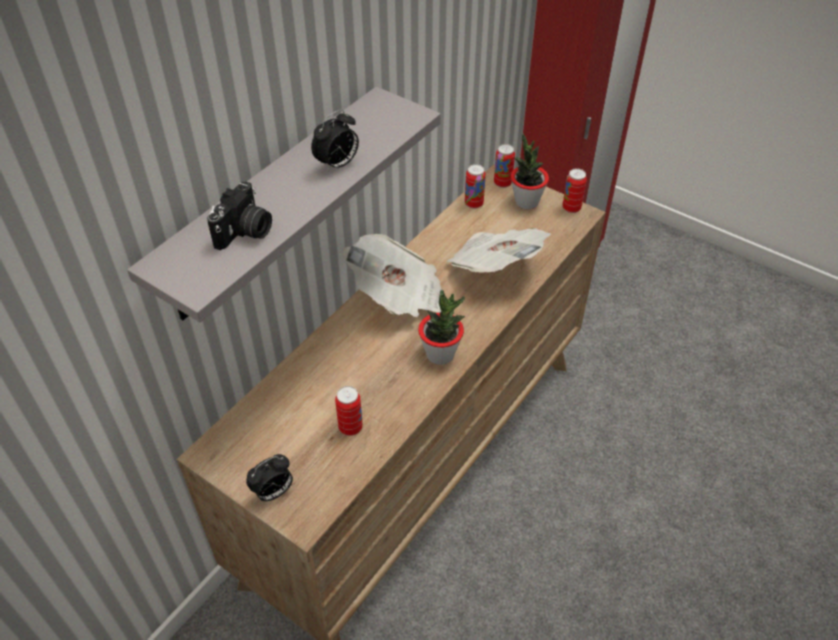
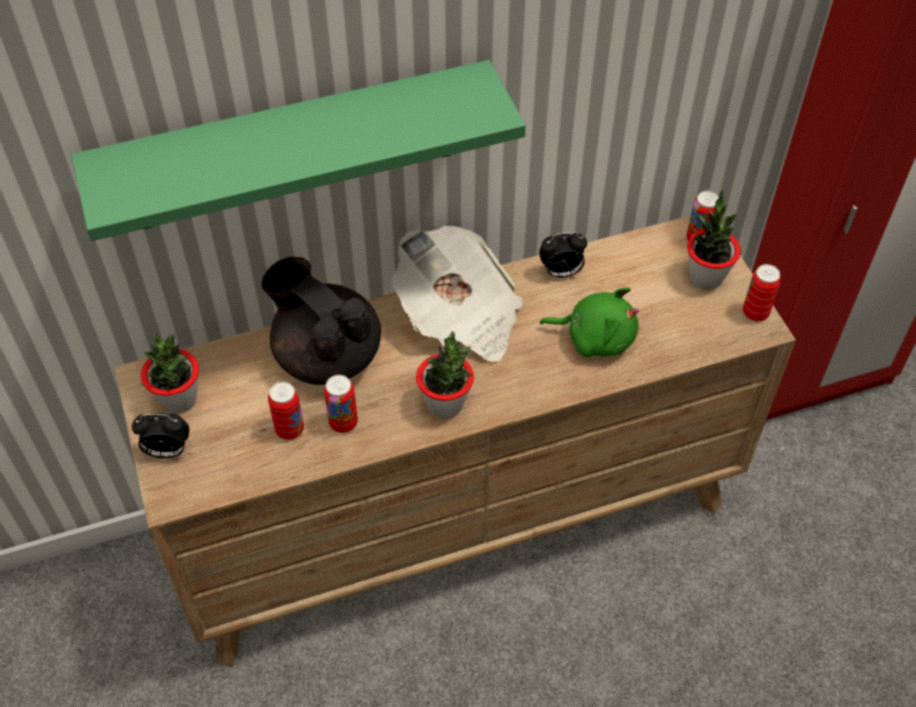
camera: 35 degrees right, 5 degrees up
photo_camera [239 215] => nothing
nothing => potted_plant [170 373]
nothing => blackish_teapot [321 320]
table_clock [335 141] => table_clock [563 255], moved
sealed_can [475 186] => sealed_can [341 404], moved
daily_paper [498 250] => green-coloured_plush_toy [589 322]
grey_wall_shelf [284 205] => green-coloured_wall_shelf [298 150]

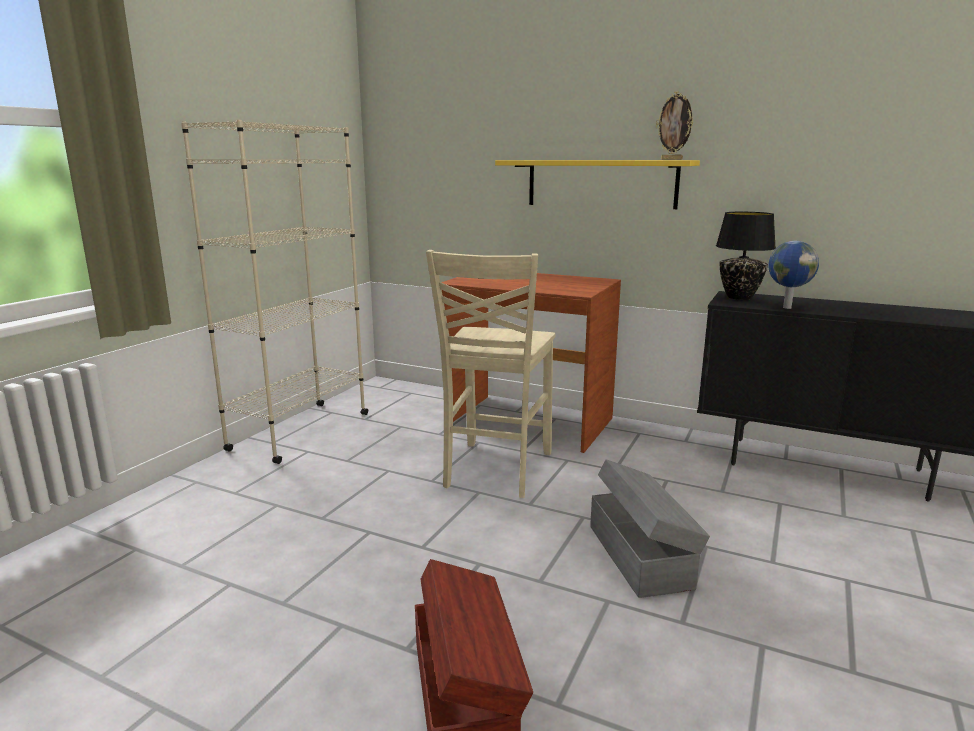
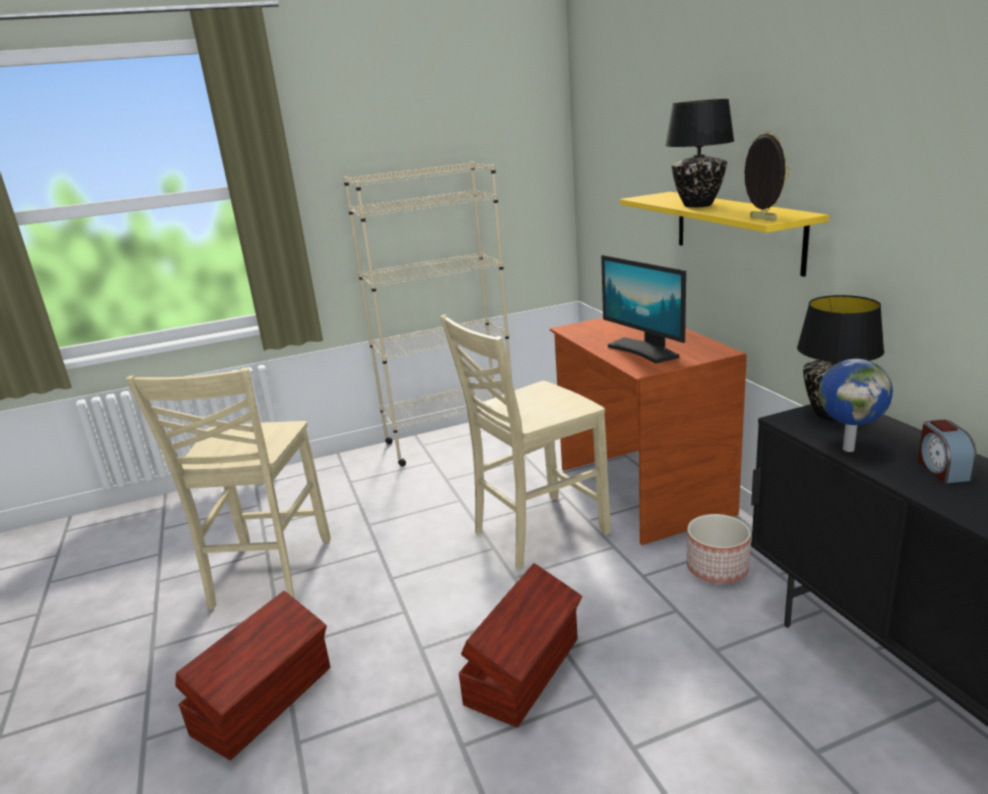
camera: 45 degrees right, 5 degrees up
nothing => beige-coloured_chair [228 488]
nothing => computer_display [643 309]
nothing => blackish_tabletop_lamp [699 153]
nothing => plant_pot [719 549]
nothing => table_clock [947 451]
grey_storage_container [650 528] => brown-coloured_storage_container [521 645]
photo_frame [675 125] => photo_frame [767 175], 150 degrees clockwise

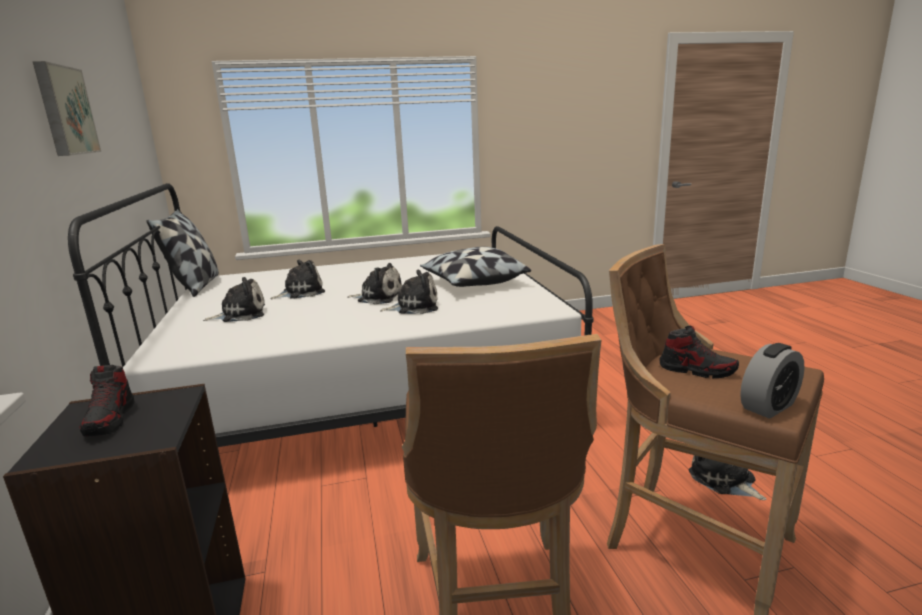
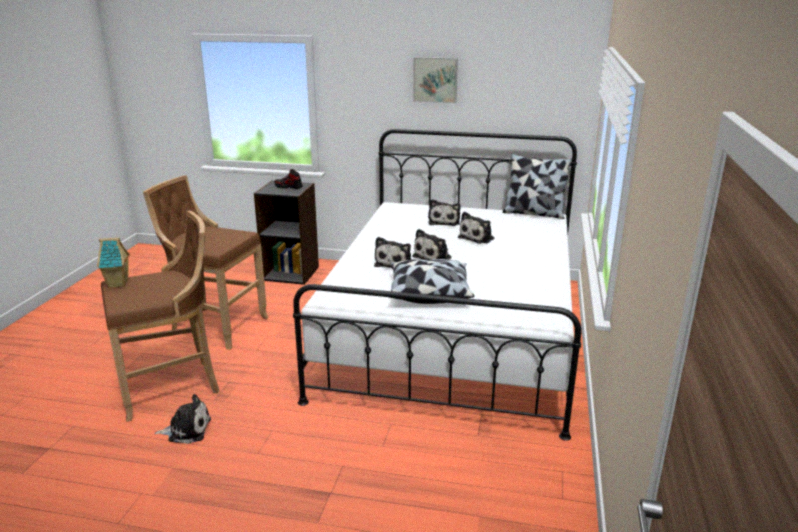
camera: 115 degrees right, 5 degrees up
item_of_footwear [699 352] => nothing
table_clock [772 381] => model_house [113 263]
plush_toy [298 279] => plush_toy [476 228], 45 degrees clockwise

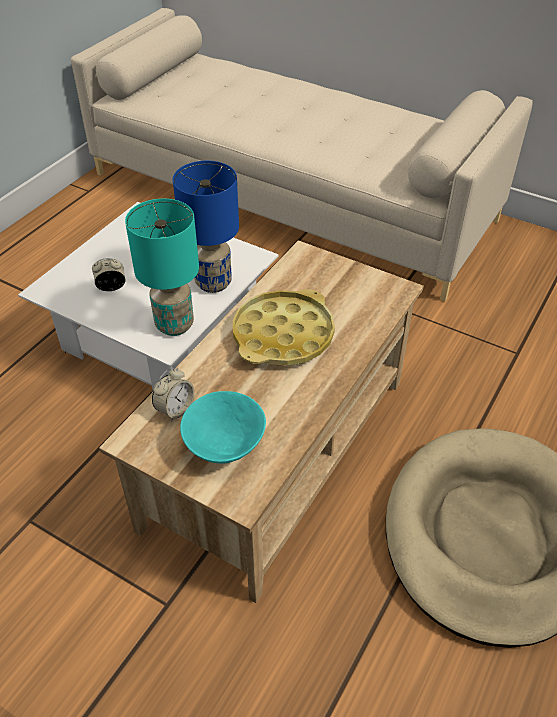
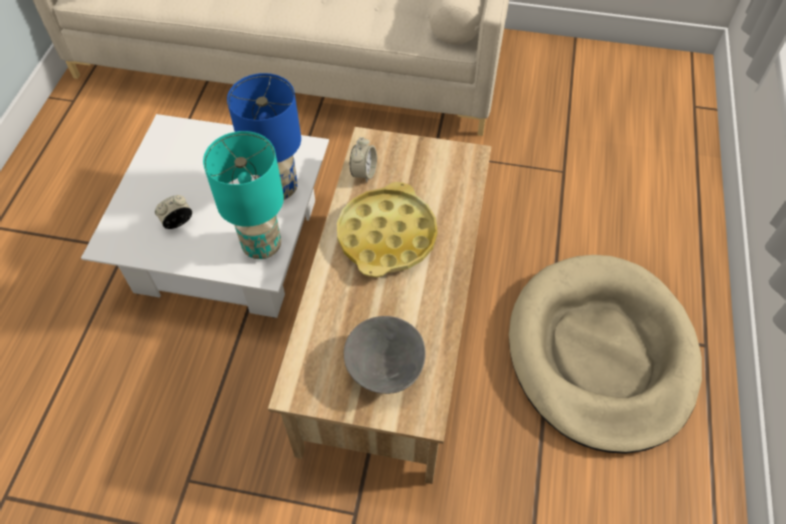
camera: 20 degrees left, 10 degrees up
table_clock [173 394] => table_clock [363 160], moved
turquoise-coloured_deep_dish [223 427] => grey_deep_dish [385 355]

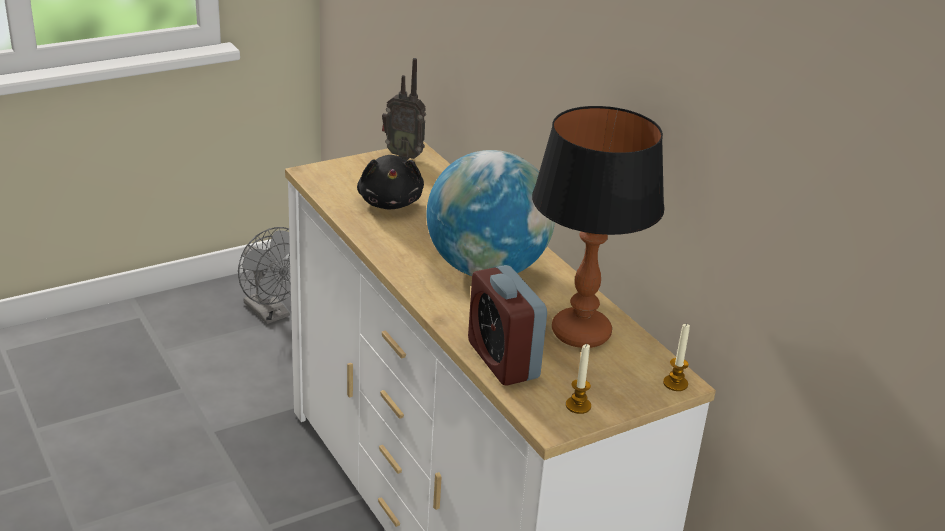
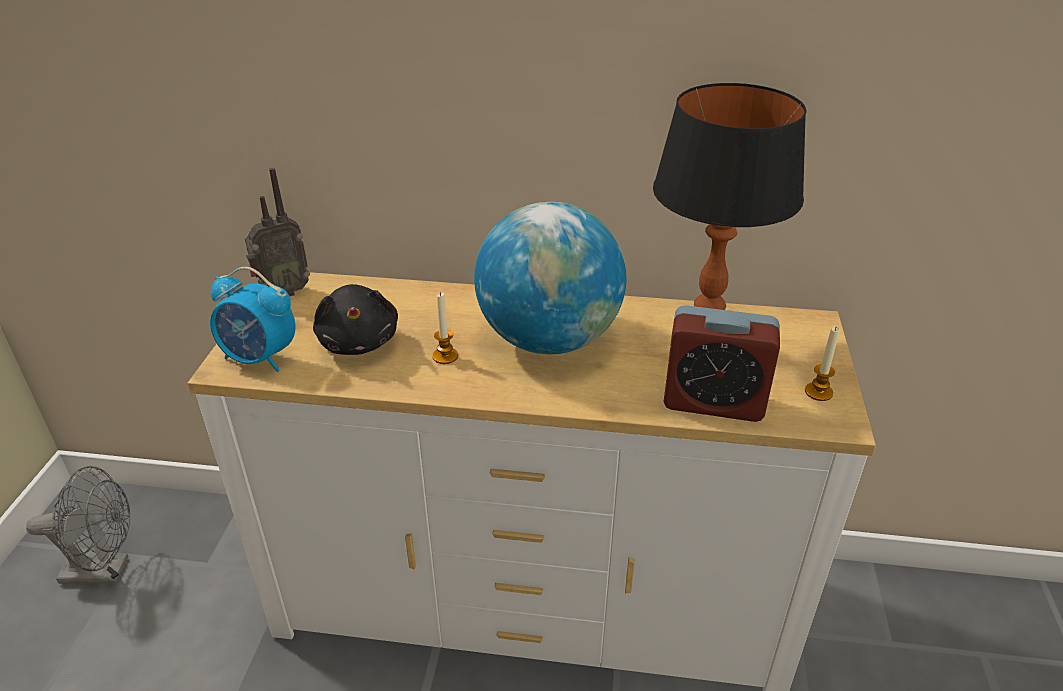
camera: 50 degrees left, 5 degrees up
nothing => table_clock [252 319]
wax_light [676 357] => wax_light [445 328], moved
blackish_plush_toy [390 182] => blackish_plush_toy [355 319], 45 degrees clockwise

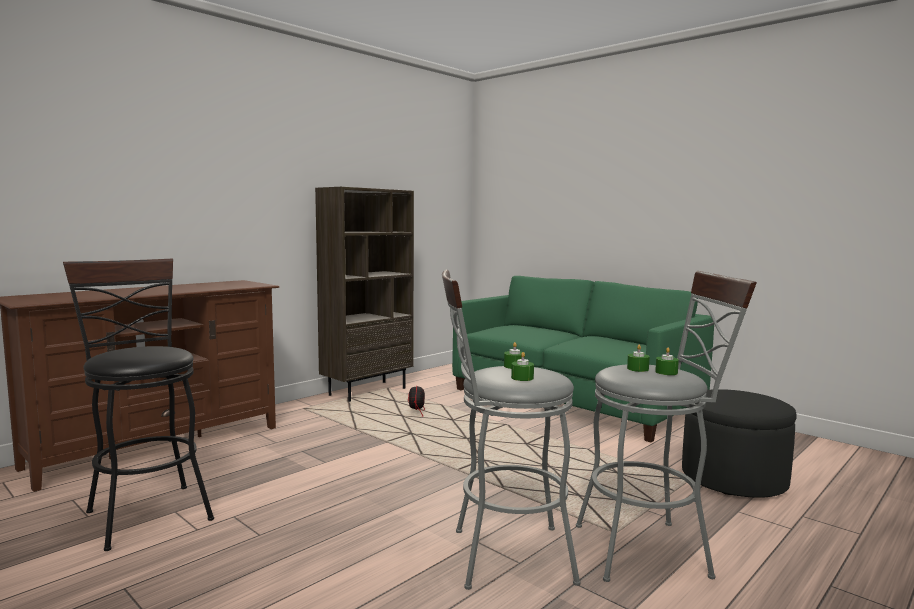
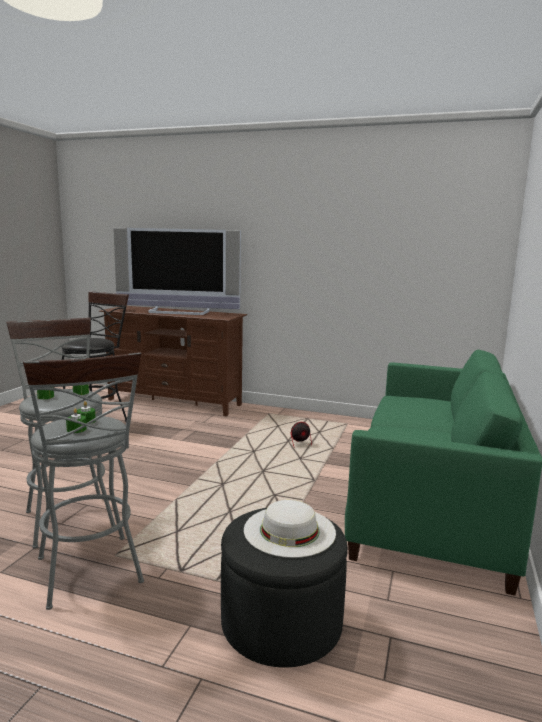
camera: 65 degrees right, 5 degrees up
brown-coloured_shelving_unit [364 294] => nothing
nothing => TV [177 271]
nothing => white_clothing_hat [290 529]

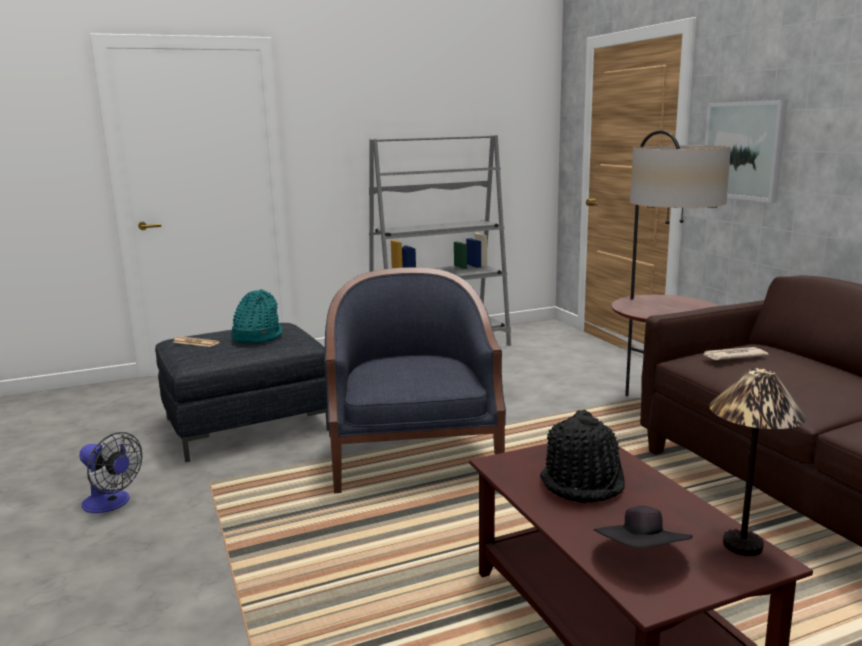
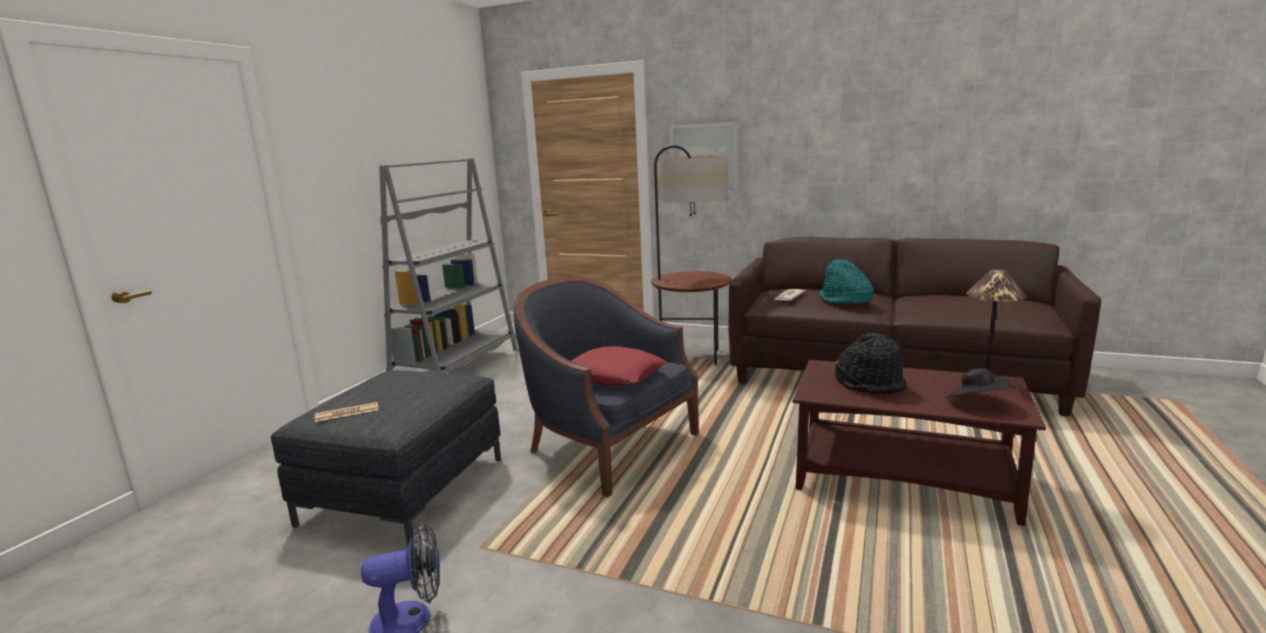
camera: 45 degrees left, 0 degrees up
nothing => red_pillow [619 366]
turquoise-coloured_clothing_hat [257 316] => turquoise-coloured_clothing_hat [846 281], moved

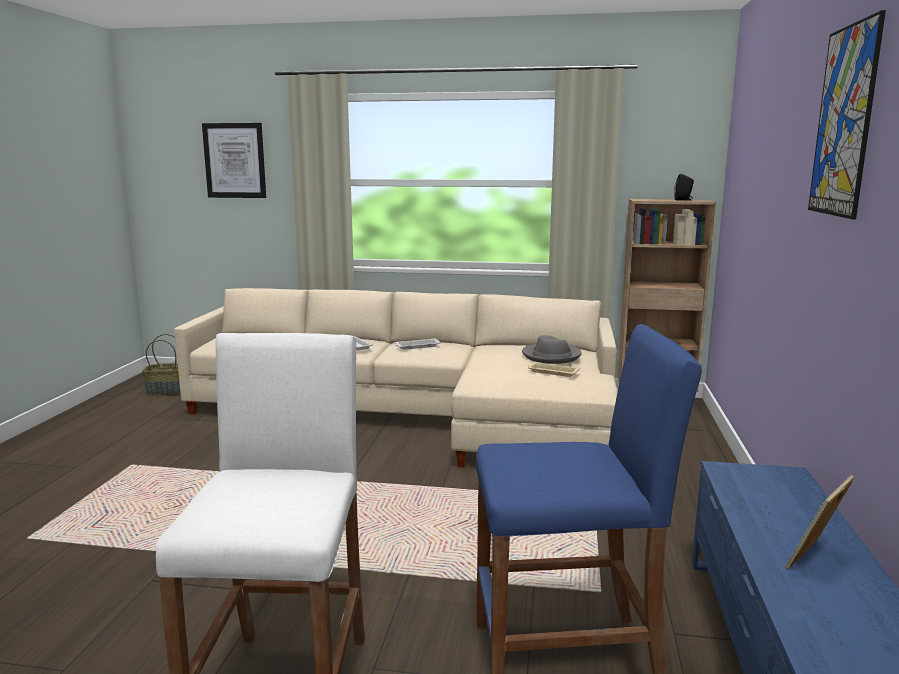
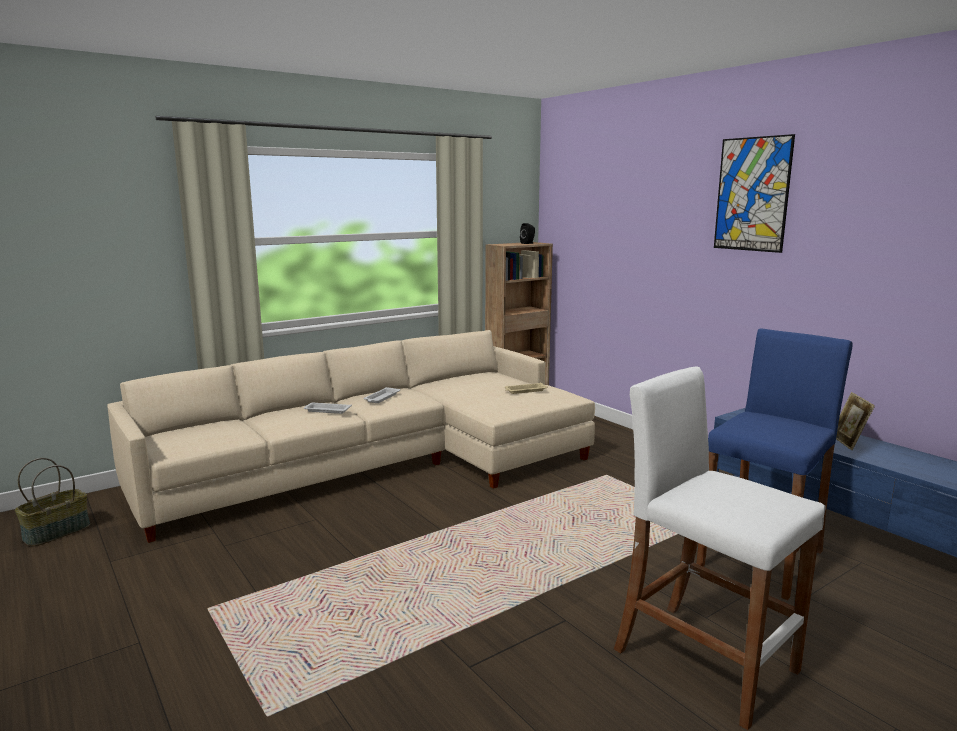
camera: 45 degrees left, 0 degrees up
picture [234 160] => nothing
grey_clothing_hat [552 349] => nothing

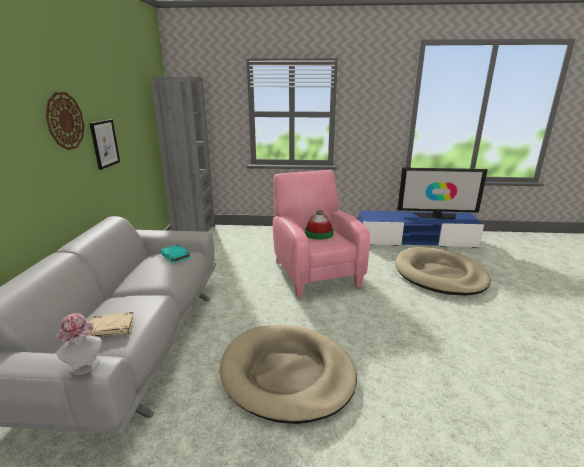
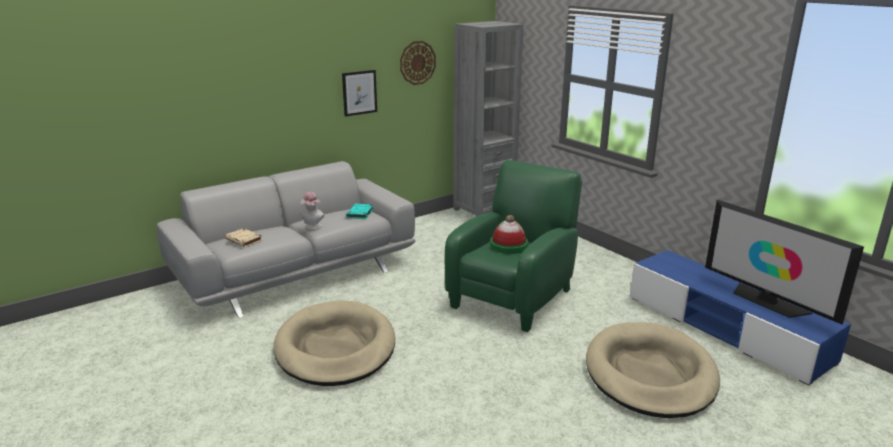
camera: 50 degrees right, 0 degrees up
hanging_clock [65 121] => hanging_clock [418 63], moved
clothing_hat [79 344] => clothing_hat [312 211], moved
pink_easy_chair [321 234] => green-coloured_easy_chair [513 246]

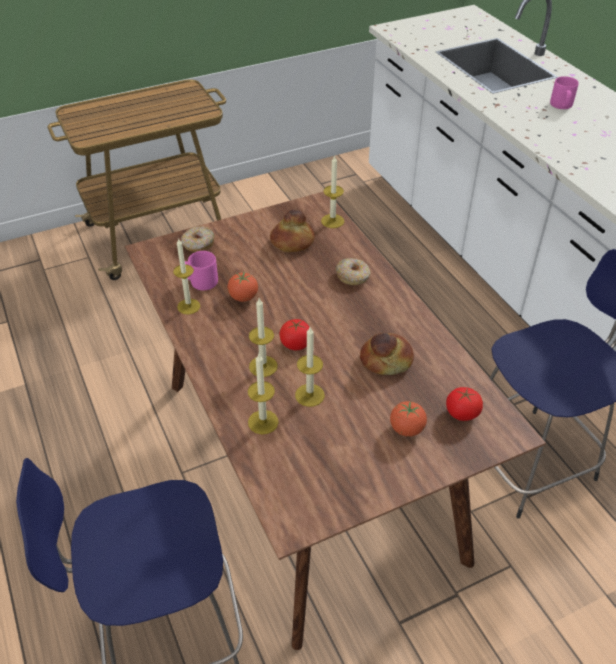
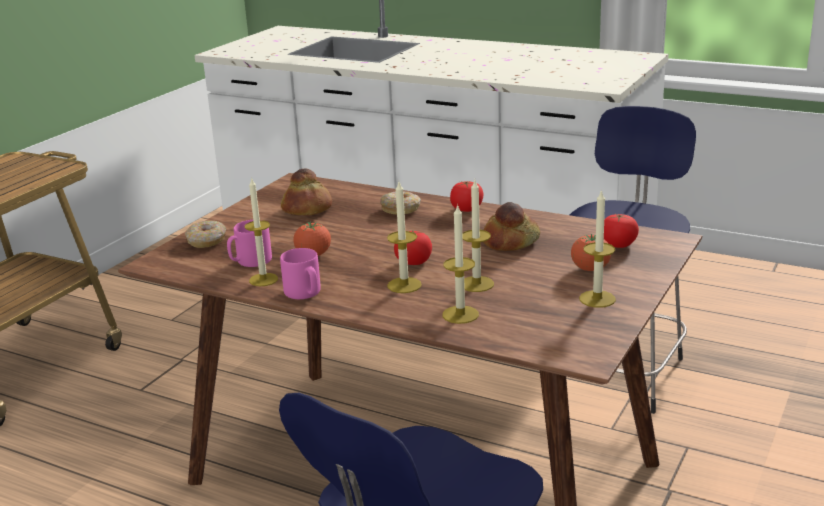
camera: 35 degrees left, 20 degrees down
nothing => tomato [466 196]
wax_light [332 191] => wax_light [597 248], moved
pink_coffee_mug [564 92] => pink_coffee_mug [300 273], moved

